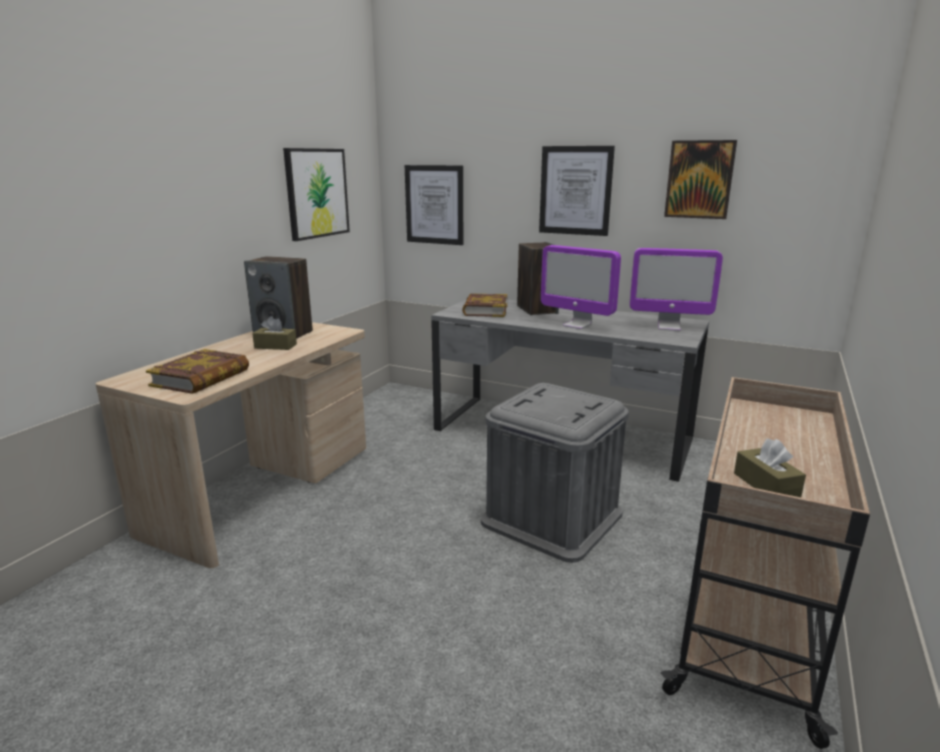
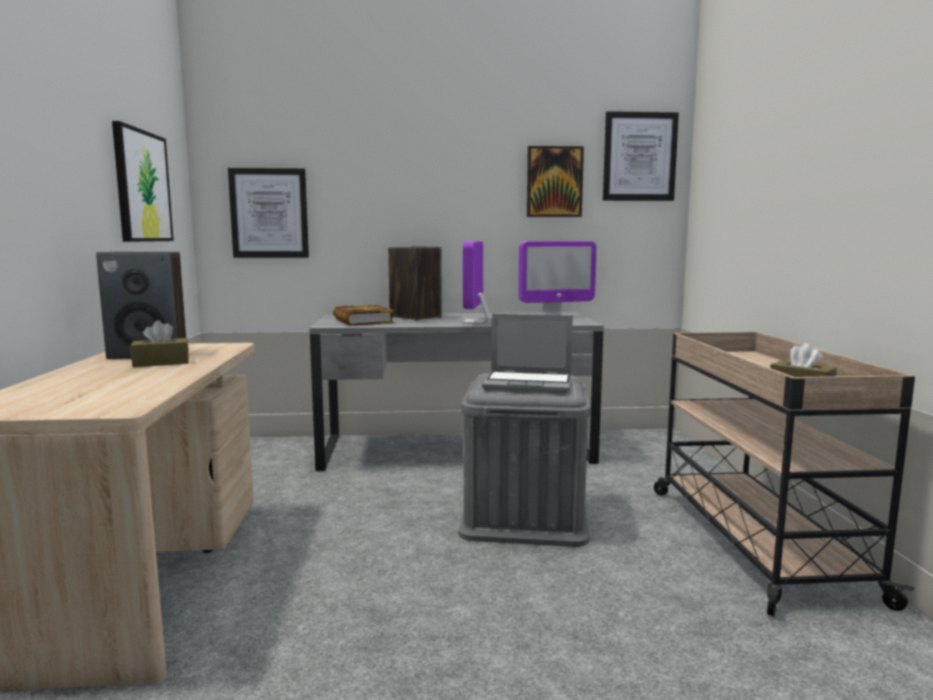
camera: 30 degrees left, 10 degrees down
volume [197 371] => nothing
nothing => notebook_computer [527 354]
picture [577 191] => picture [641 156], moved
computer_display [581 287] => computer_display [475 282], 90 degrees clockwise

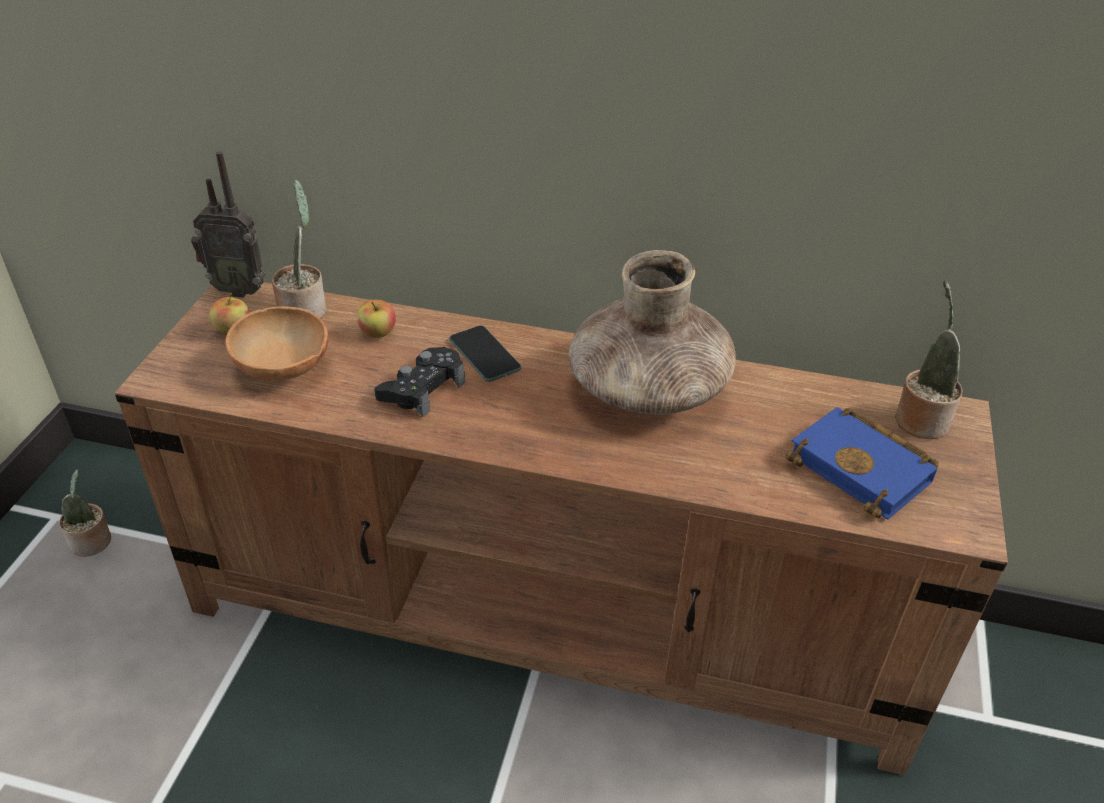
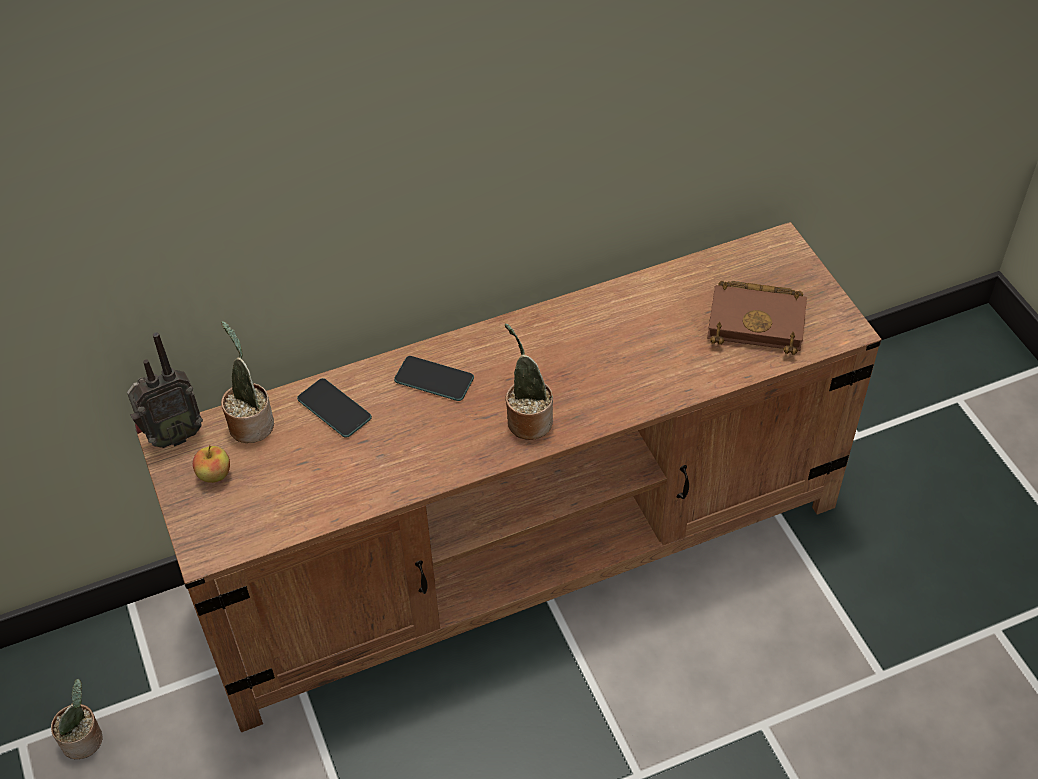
camera: 35 degrees left, 10 degrees up
brown-coloured_deep_dish [276 343] => nothing
blackish_joypad [420 382] => nothing
brown-coloured_decorative_vase [652 332] => nothing
potted_plant [929 359] => potted_plant [529 382], moved
whole_apple [376 319] => phone [334 408]
blue_volume [862 463] => brown-coloured_volume [757 318]

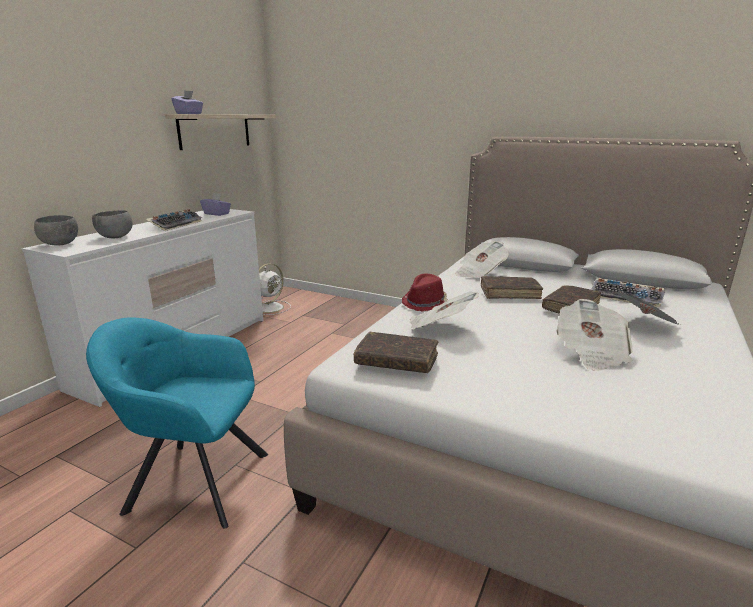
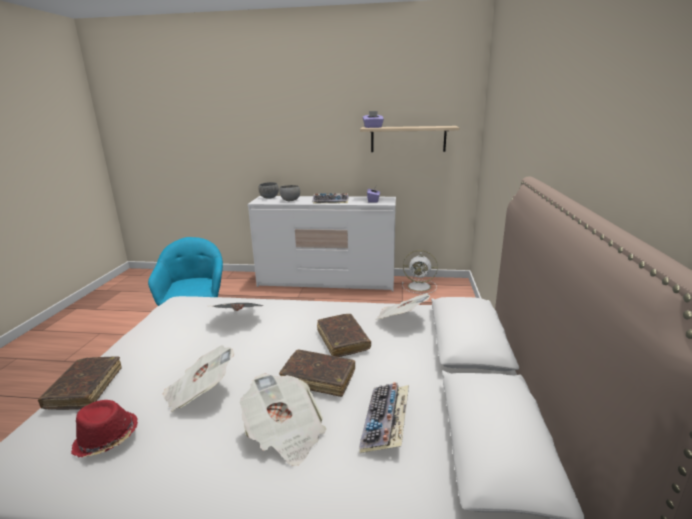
camera: 70 degrees right, 0 degrees up
brown-coloured_volume [396 352] => brown-coloured_volume [80 383], moved
red_clothing_hat [425 292] => red_clothing_hat [104 428], moved

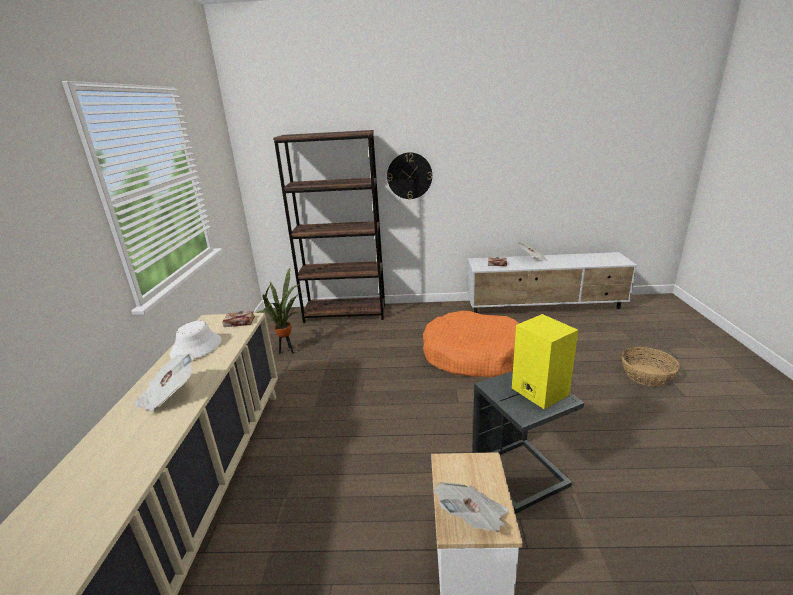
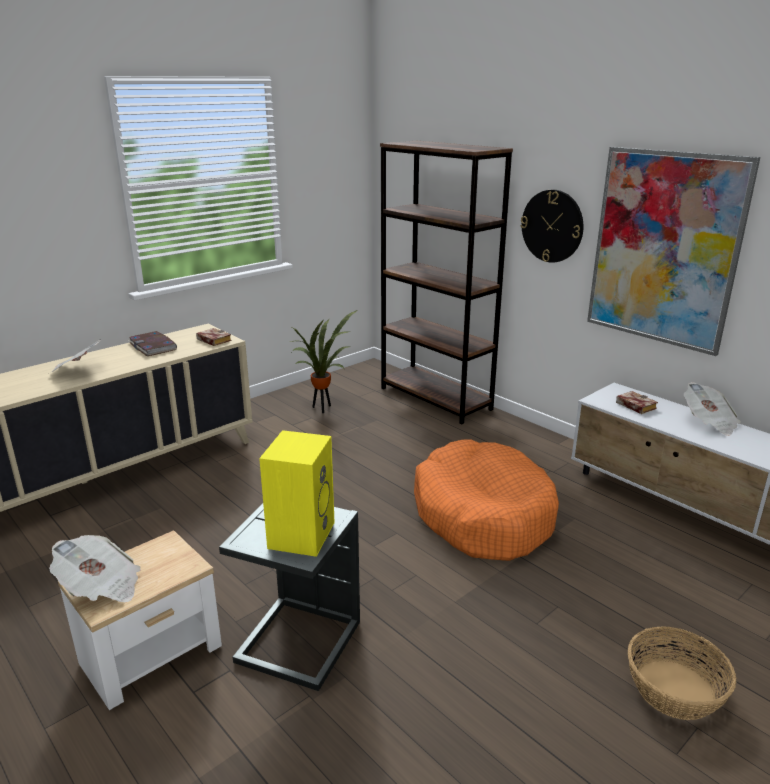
camera: 45 degrees right, 0 degrees up
nothing => picture [673 251]
white_clothing_hat [196 340] => volume [153 343]

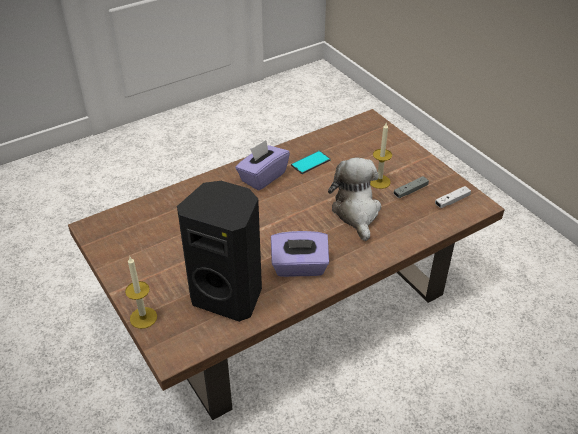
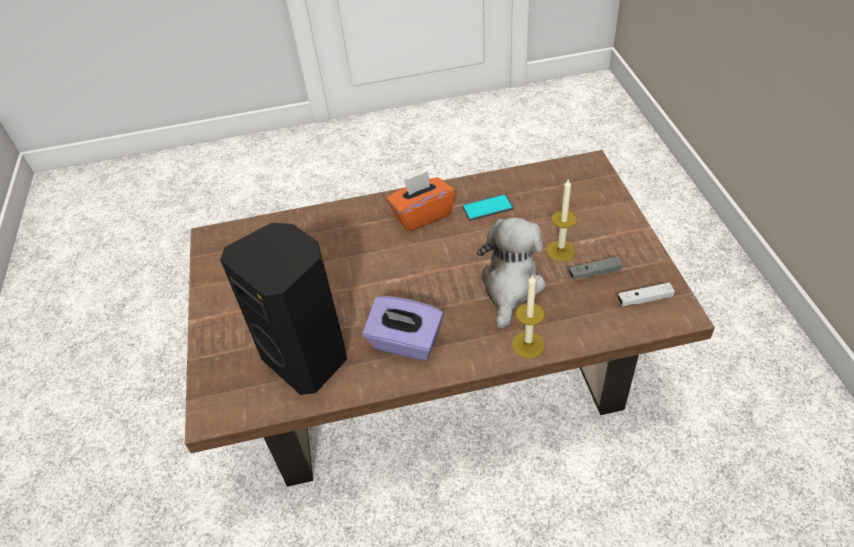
camera: 25 degrees right, 5 degrees up
wax_light [141 293] => wax_light [528 316], moved
purplish_tissue_holder [262 165] => orange-coloured_tissue_holder [420 201]

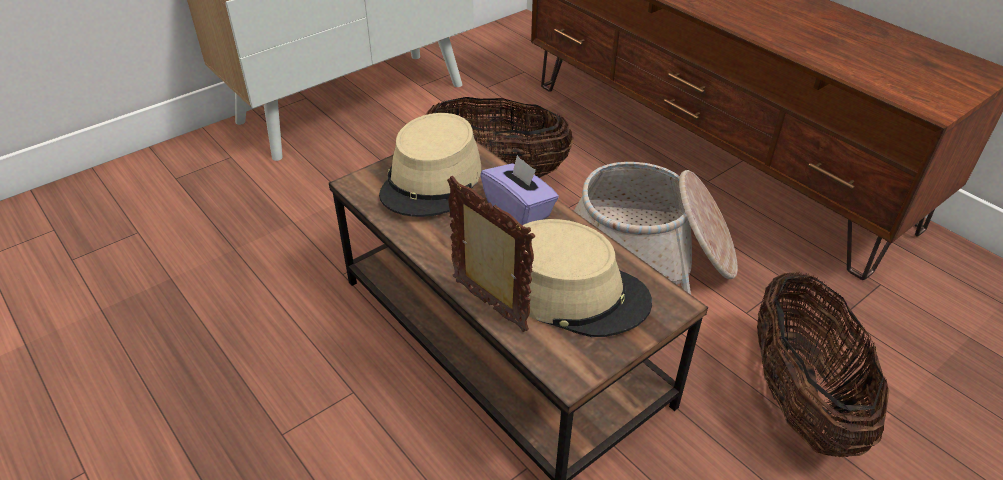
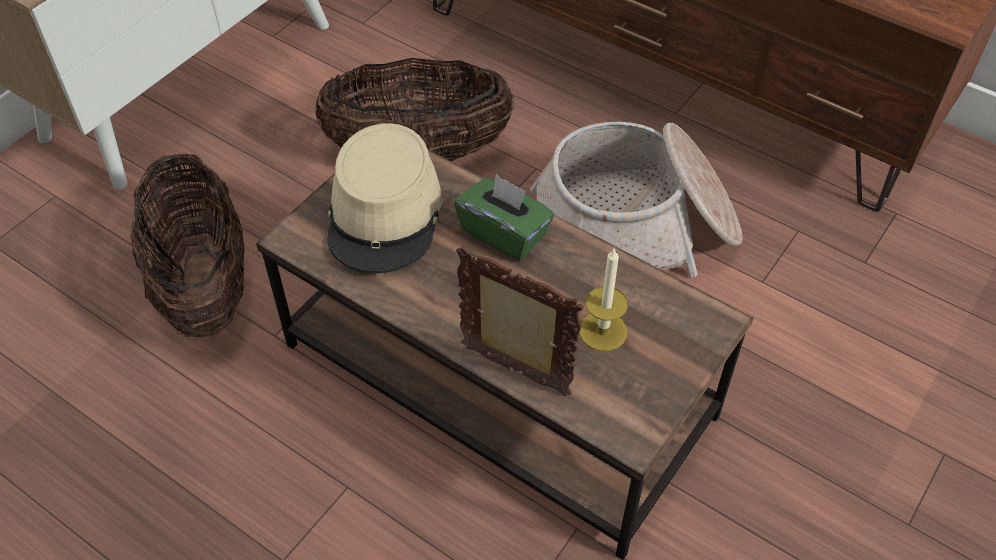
camera: 15 degrees left, 10 degrees up
basket [823 364] => basket [187 245], moved
beige-coloured_clothing_hat [587 278] => wax_light [603 299]
purplish_tissue_holder [519 190] => green-coloured_tissue_holder [504 217]

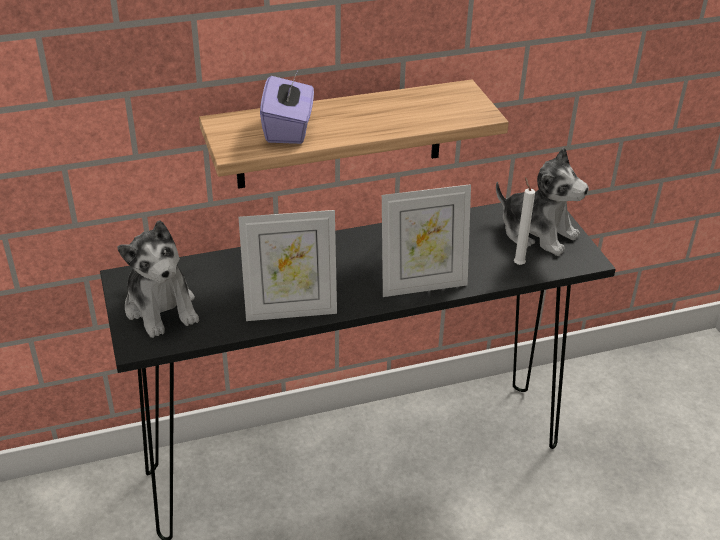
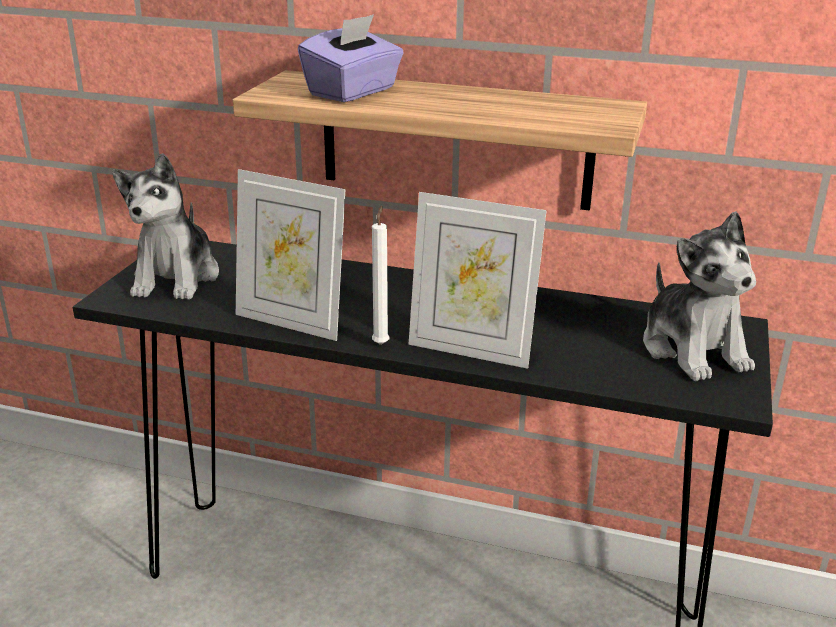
camera: 35 degrees right, 10 degrees down
white_wax_light [524 221] => white_wax_light [380 275], moved

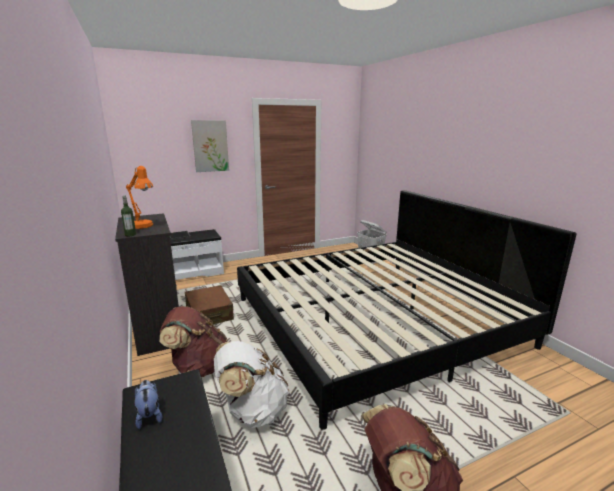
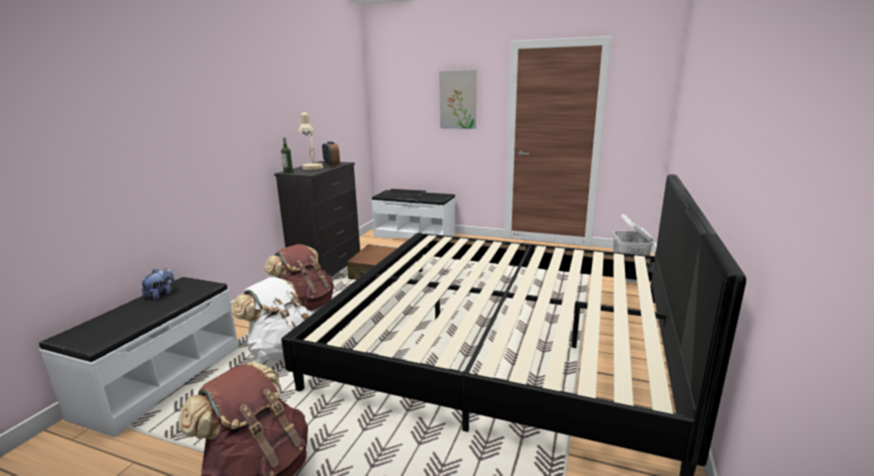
camera: 45 degrees right, 0 degrees up
nothing => table_clock [331 154]
orange-coloured_tabletop_lamp [139 197] => beige-coloured_tabletop_lamp [310 141]

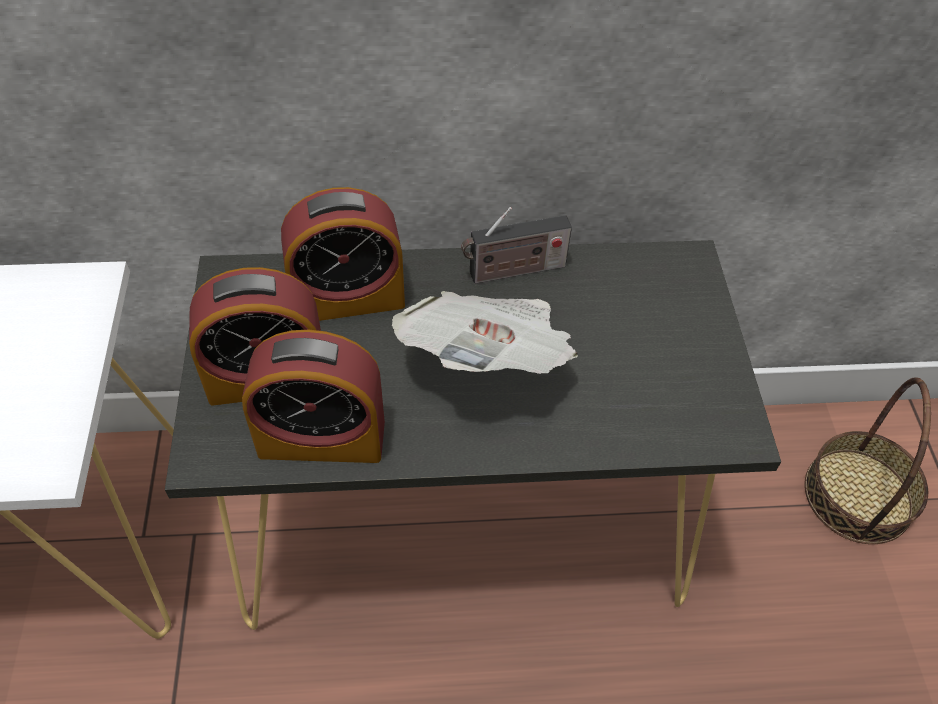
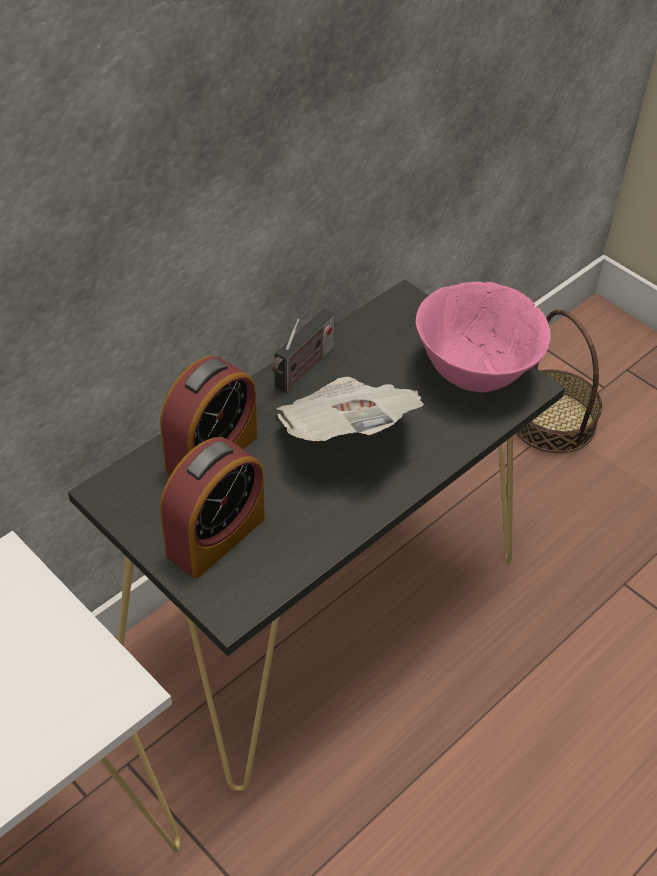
camera: 40 degrees left, 5 degrees down
table_clock [313 396] => nothing
nothing => pink_deep_dish [483 337]

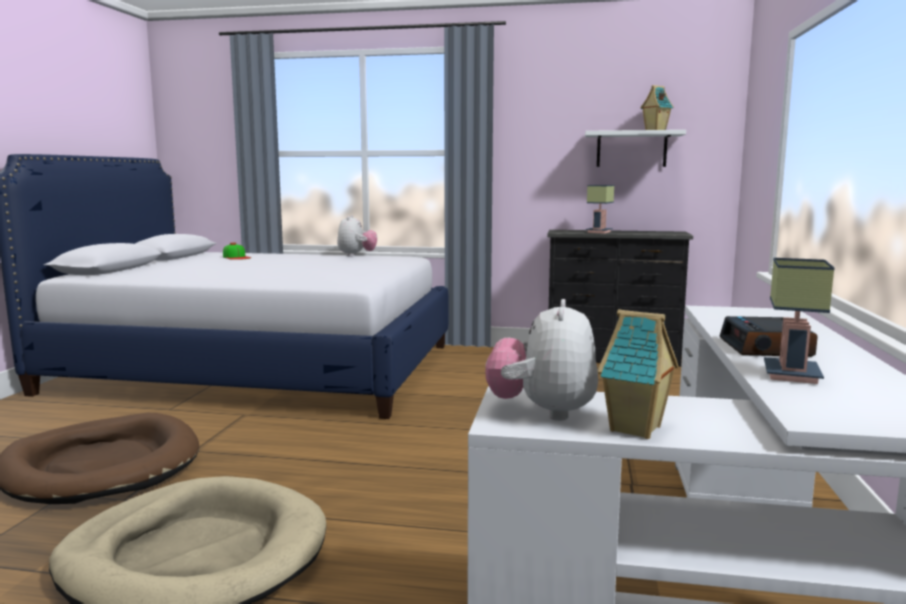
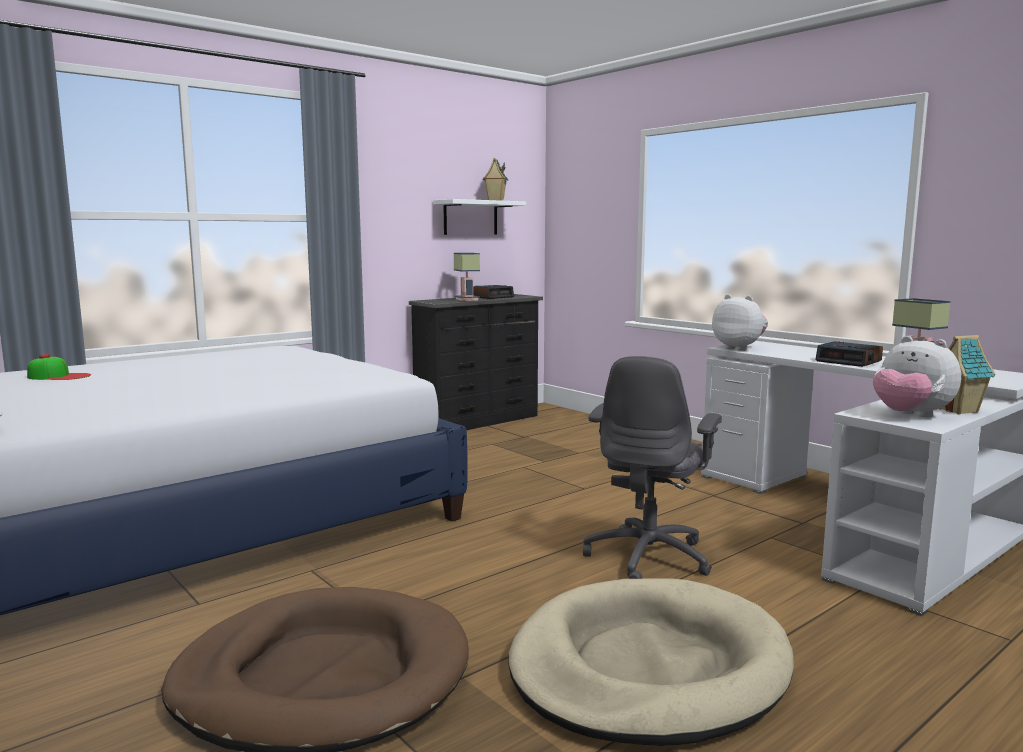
camera: 50 degrees left, 0 degrees up
nothing => table_clock [493 292]
nothing => grey_computer_chair [652 467]
plush_toy [357 236] => plush_toy [740 322], moved

